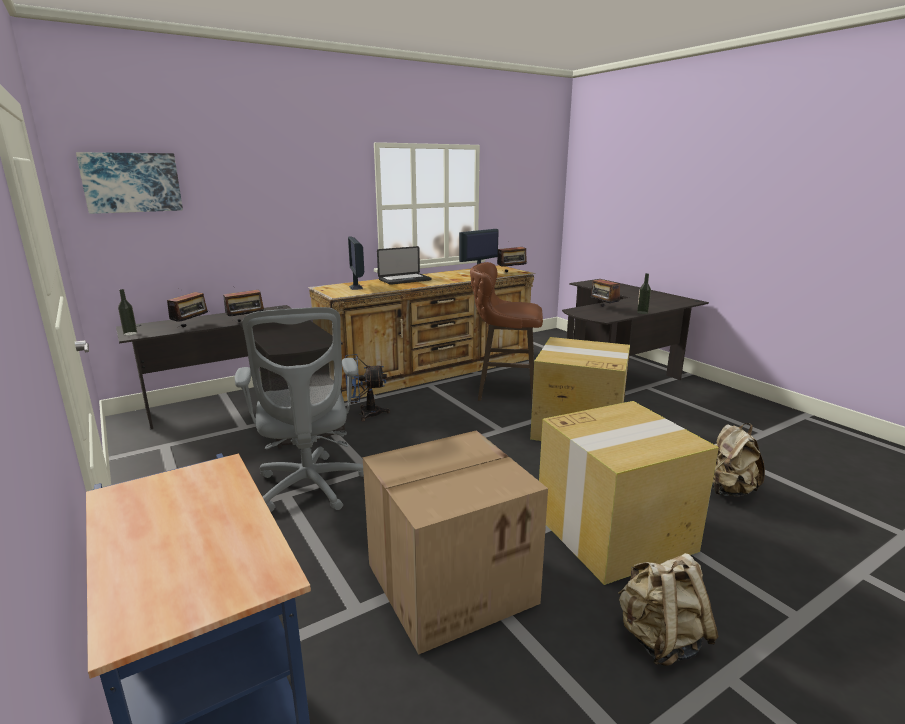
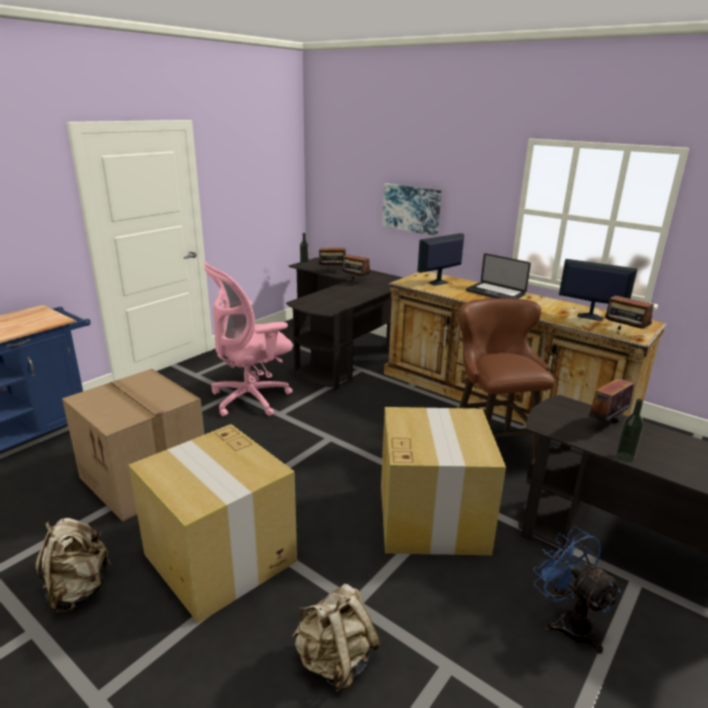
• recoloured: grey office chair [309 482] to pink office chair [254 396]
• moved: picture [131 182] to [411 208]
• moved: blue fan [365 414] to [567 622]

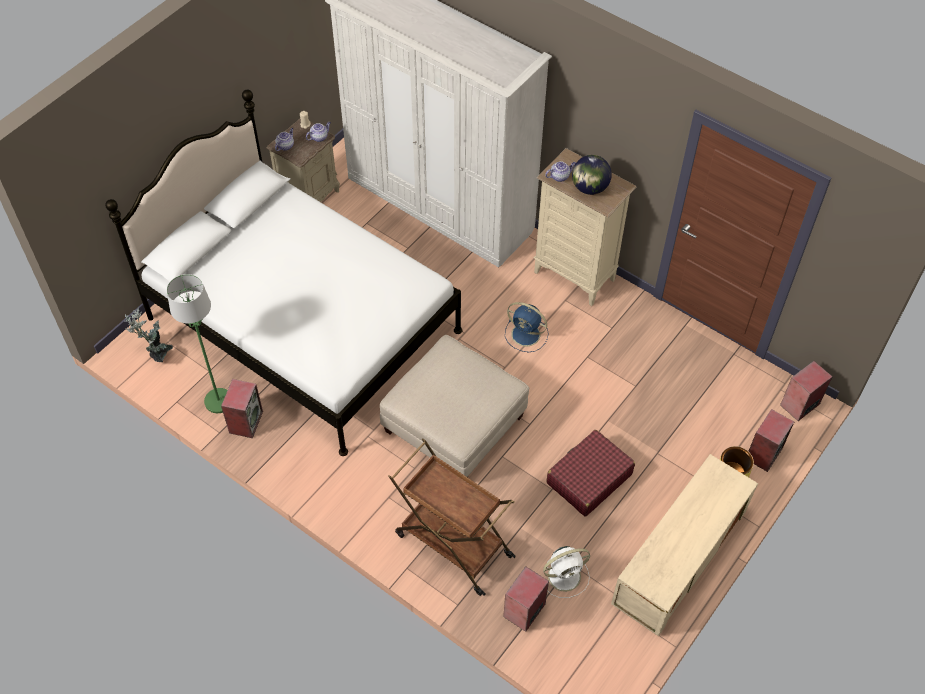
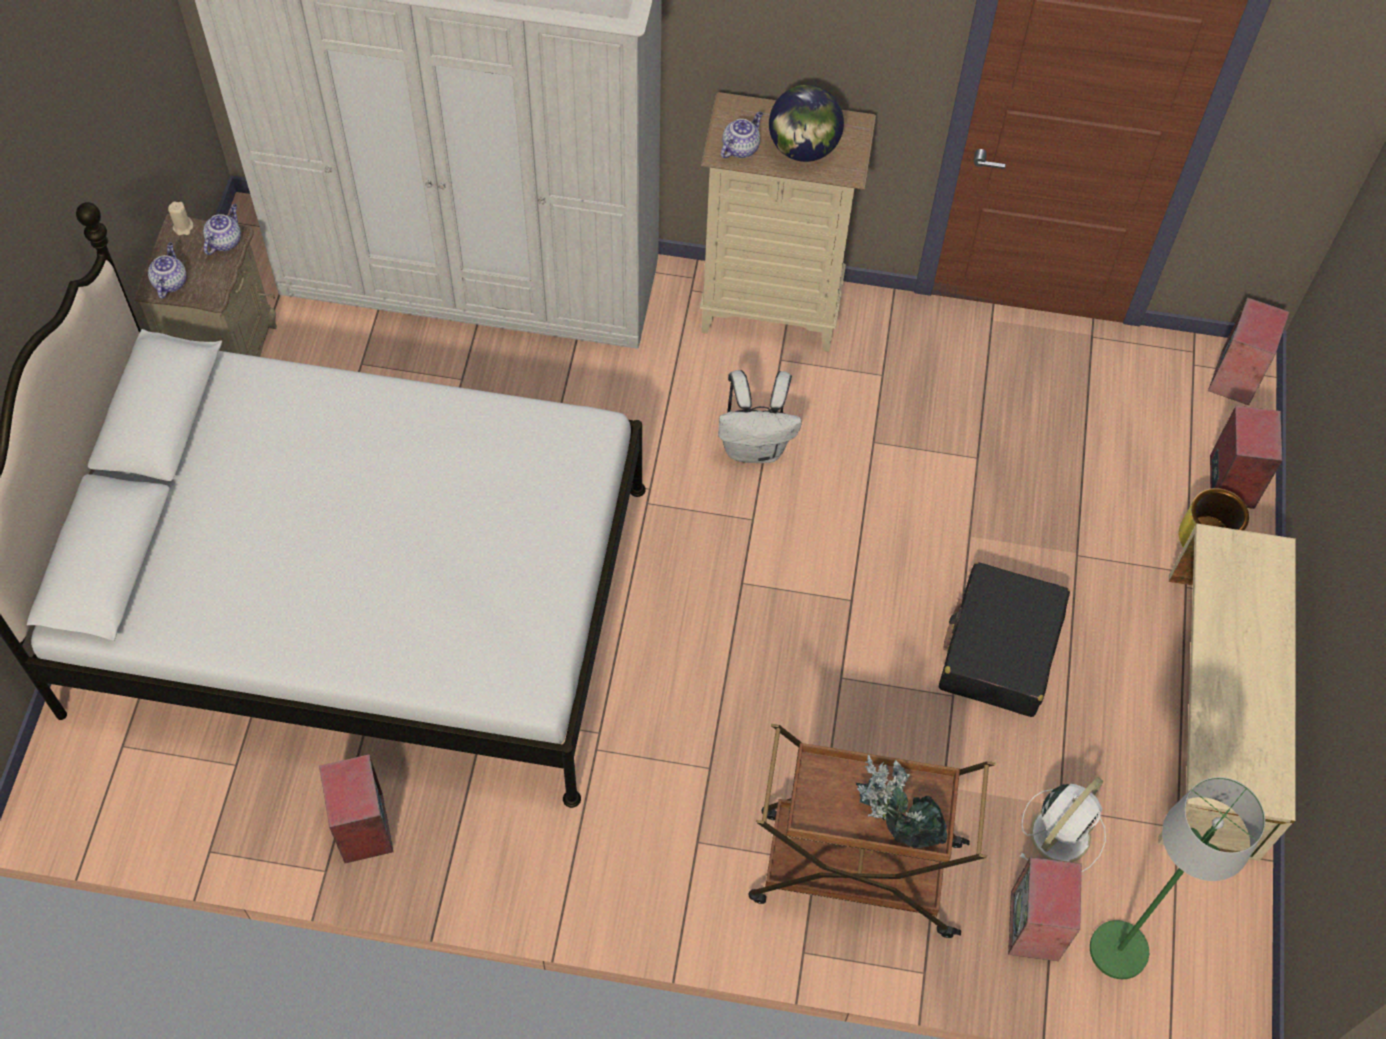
• replaced: blue fan [527 335] to white backpack [755 447]
• moved: potted plant [157 353] to [890 826]
• recoloured: red suitcase [588 479] to black suitcase [999 649]
• moved: green floor lamp [219 401] to [1119 951]
• removed: beige ottoman [454 423]

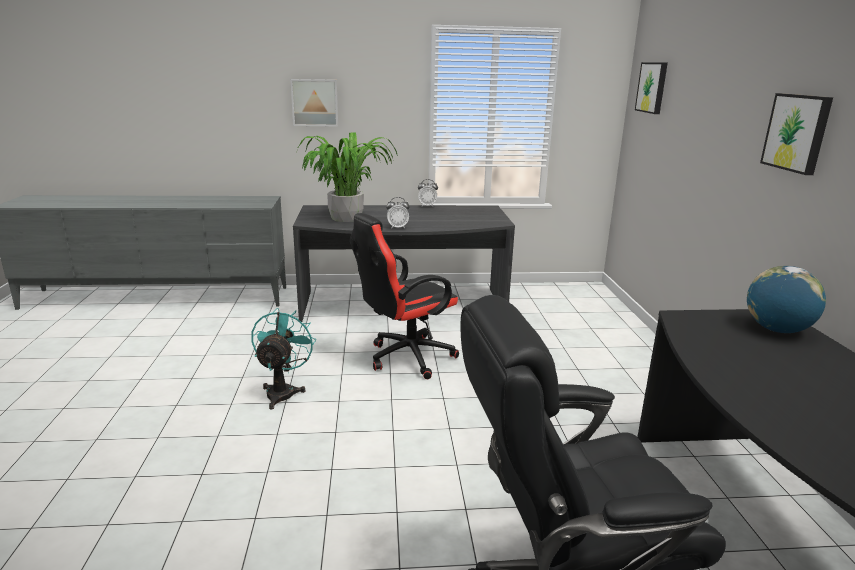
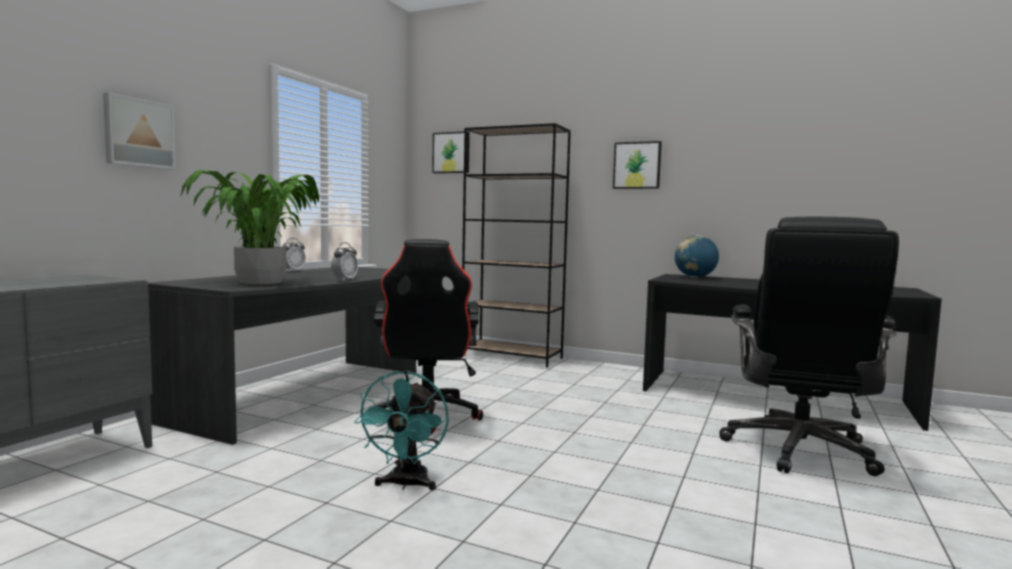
• turned: turquoise fan [283 391] = [406 484] 120 degrees counterclockwise
• added: beige bookcase [512 357]

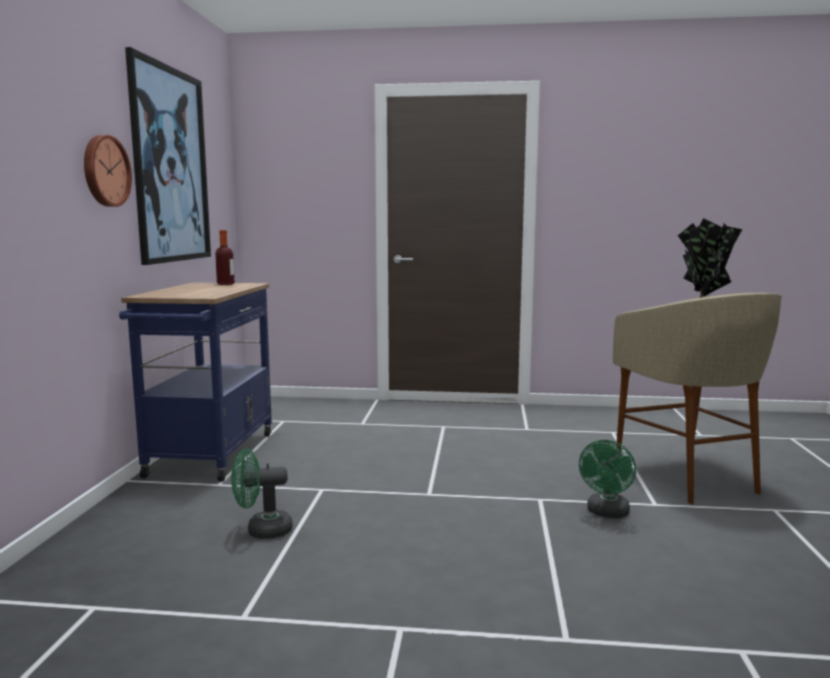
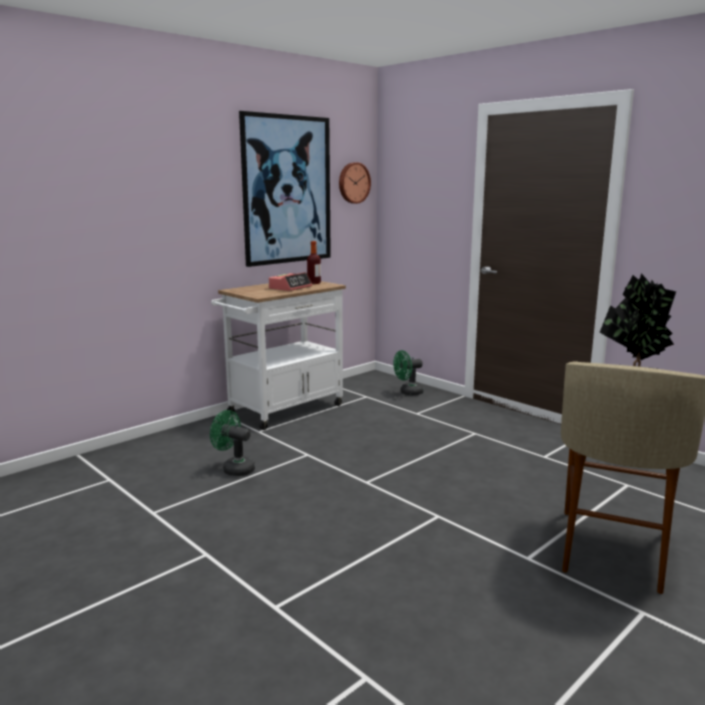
• recoloured: blue cart [209 456] to white cart [283 410]
• added: alarm clock [290 287]
• moved: wall clock [104 171] to [353 183]
• moved: green fan [607 513] to [408 392]

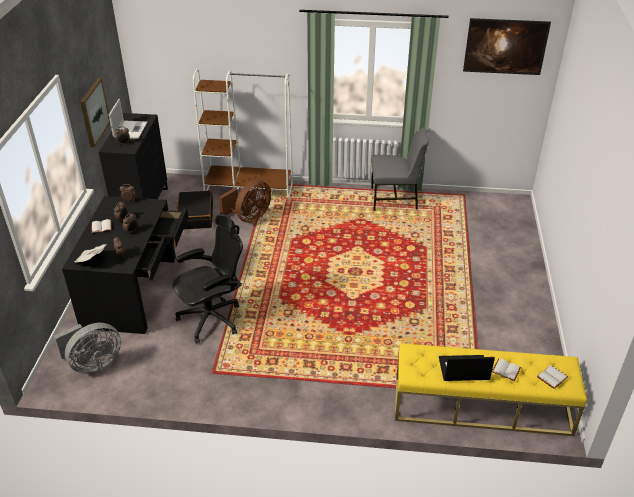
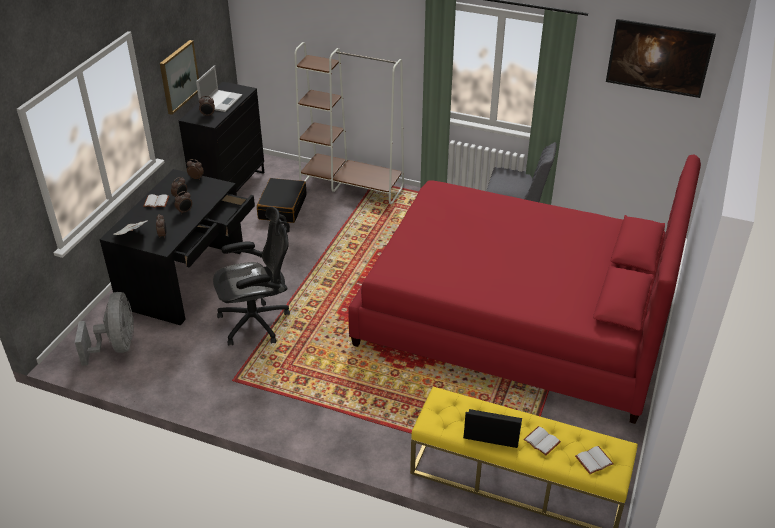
• turned: grey fan [93 363] = [117 346] 75 degrees counterclockwise
• added: red bed [514 319]
• removed: brown fan [249 217]

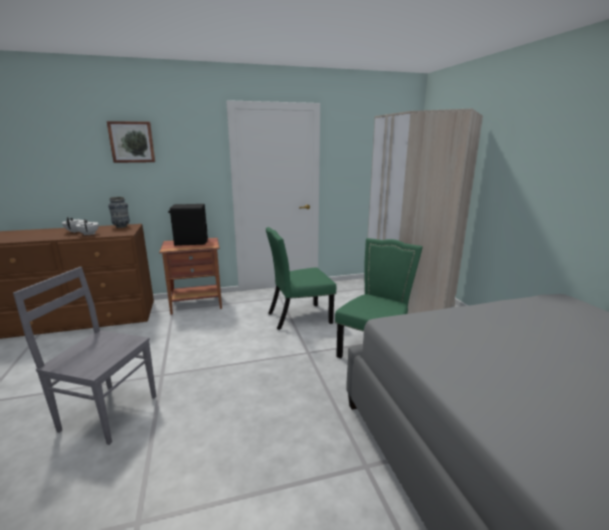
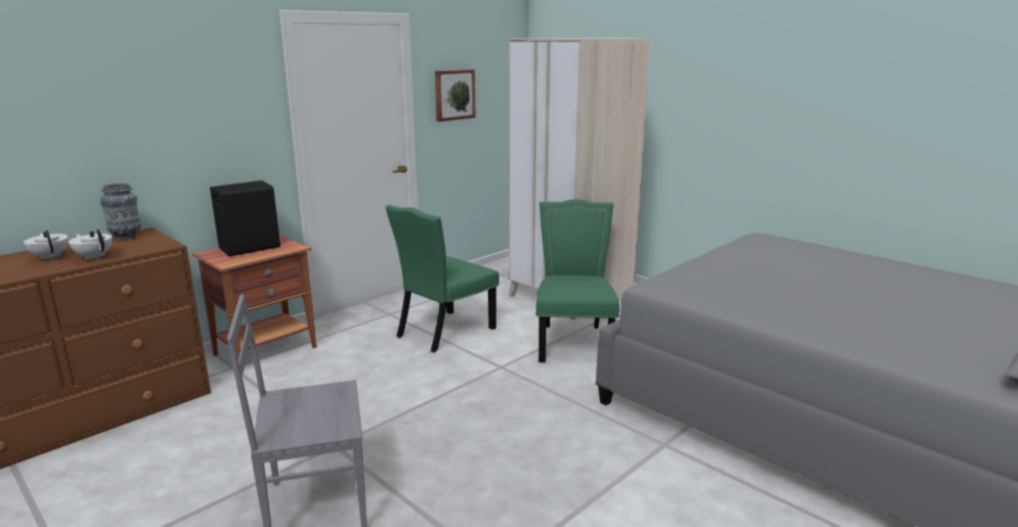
• moved: picture [132 142] to [454 94]

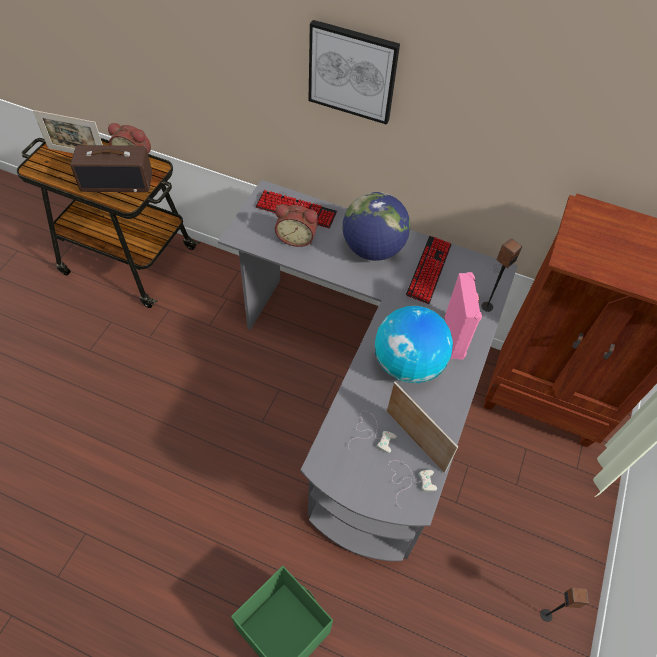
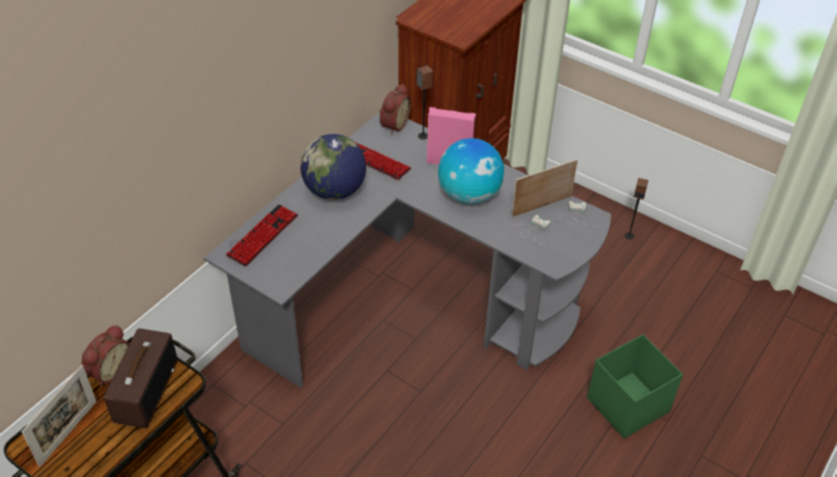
• moved: alarm clock [297 237] to [393 124]
• removed: picture [352 72]

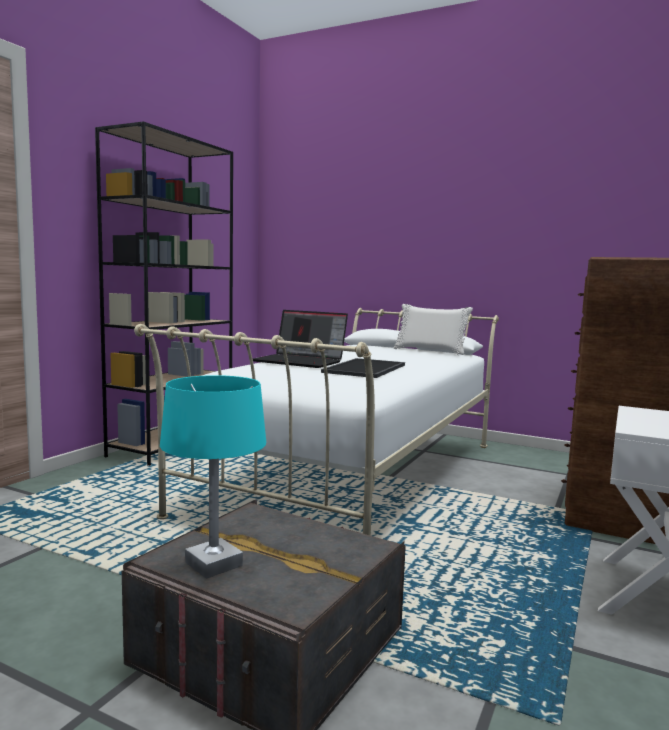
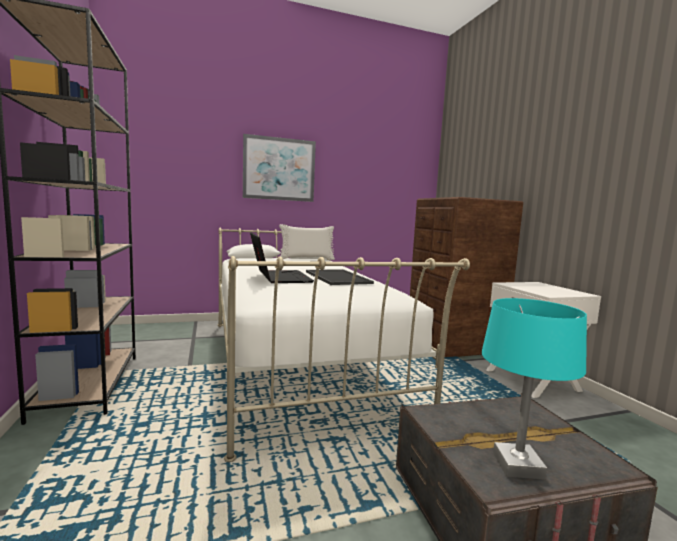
• added: picture [279 169]
• turned: laptop [301 361] = [278 277] 90 degrees counterclockwise

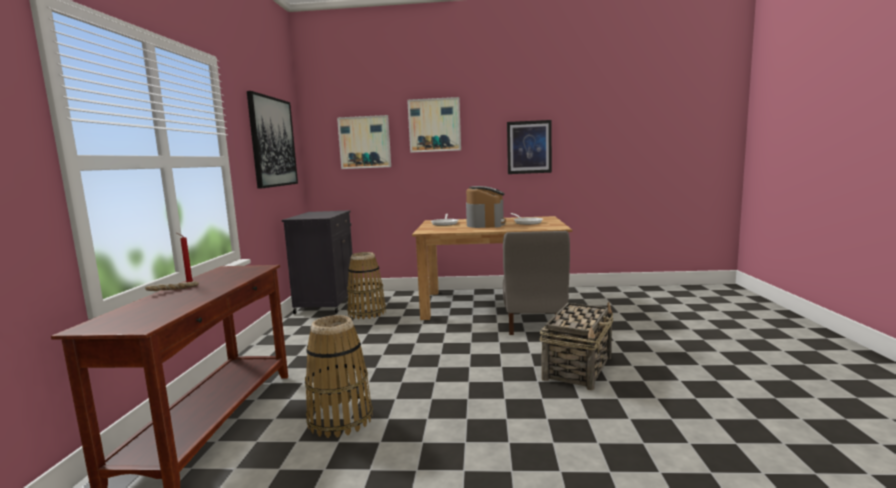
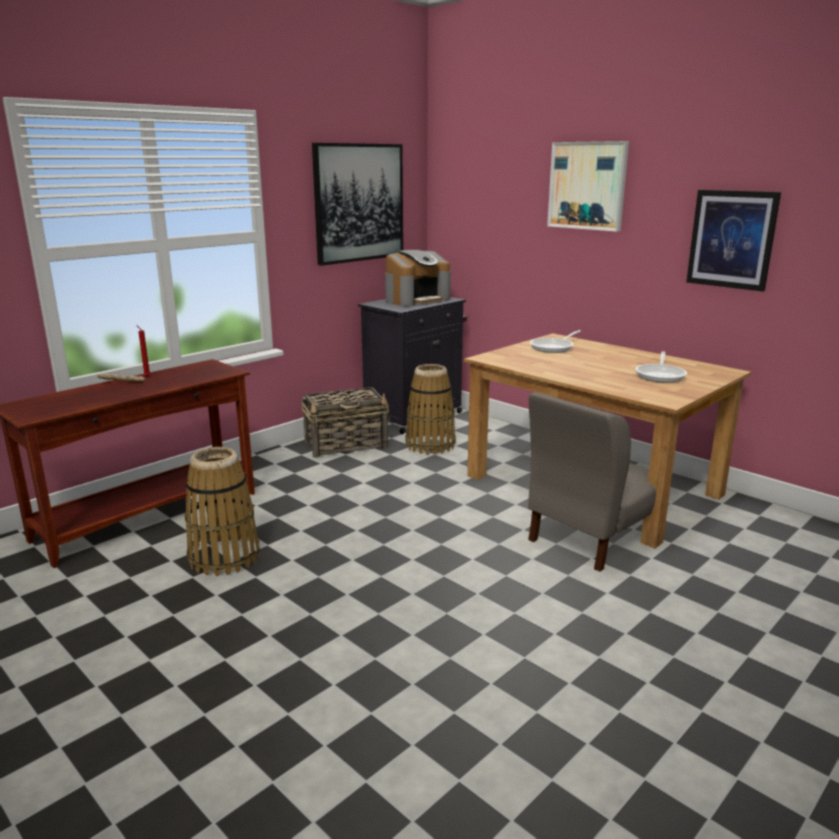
• moved: basket [578 367] to [347 445]
• moved: coffee machine [486 224] to [416 300]
• removed: picture [364 142]

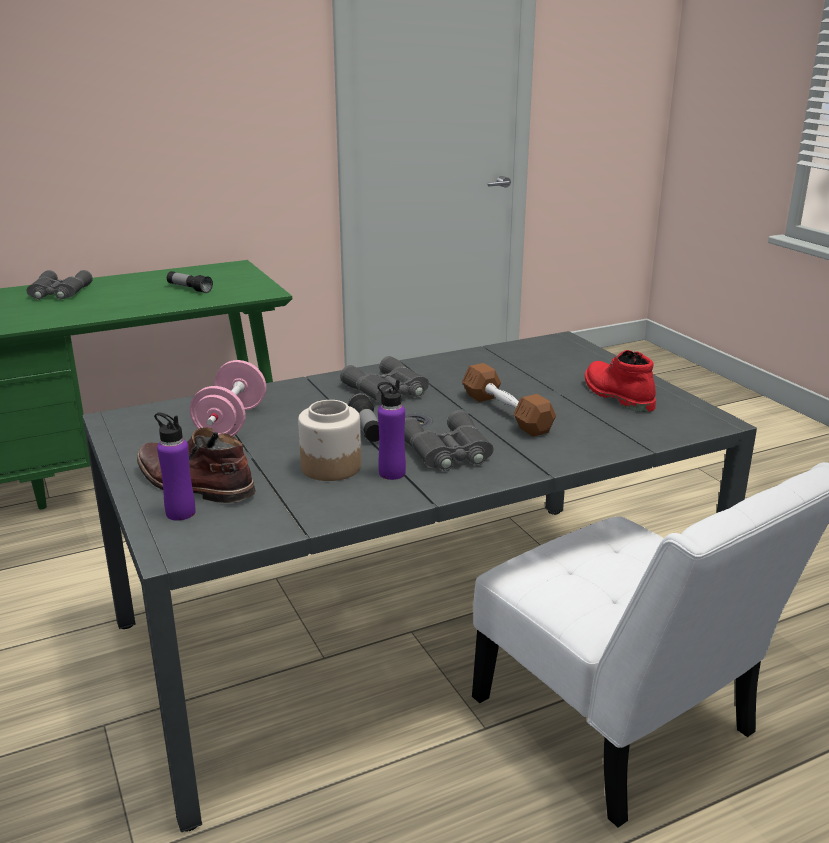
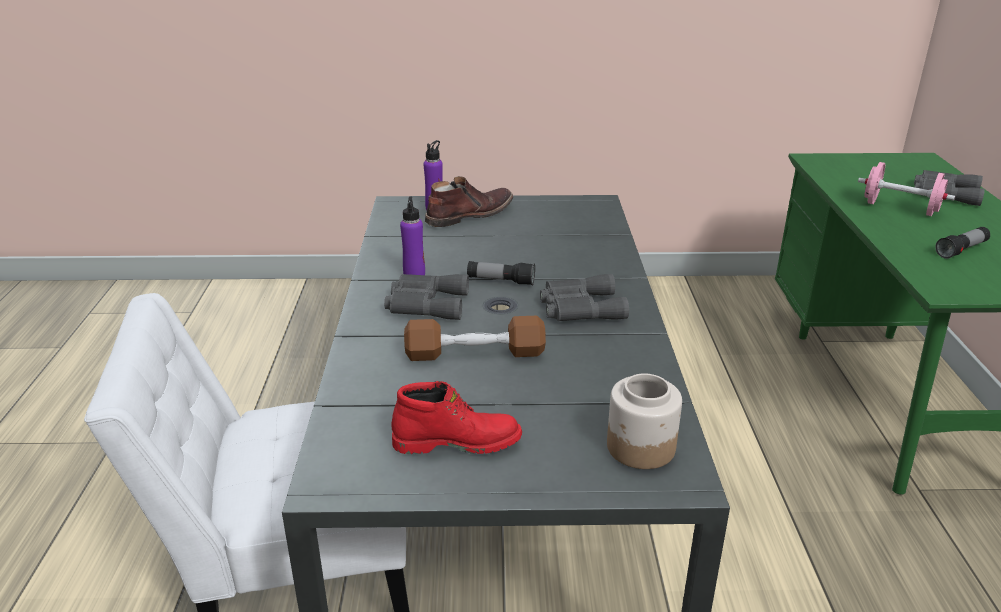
• moved: jar [332 467] to [641 448]
• moved: pink dumbbell [231 423] to [900 208]

